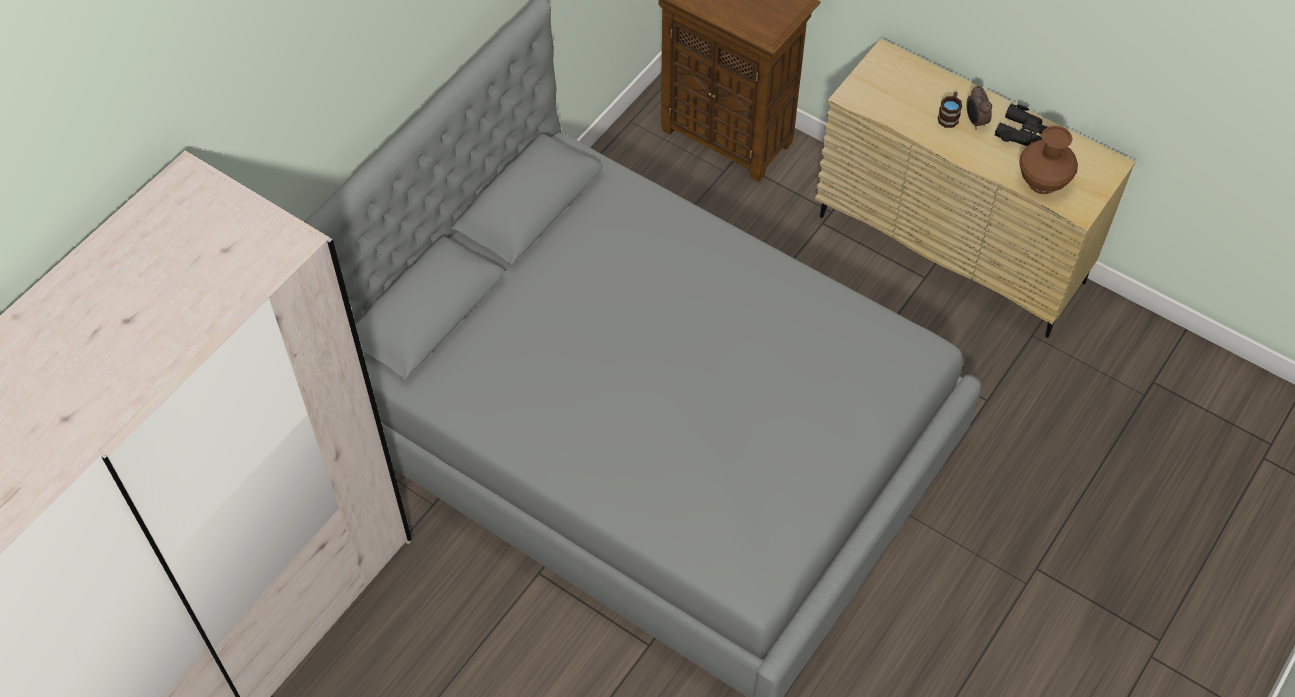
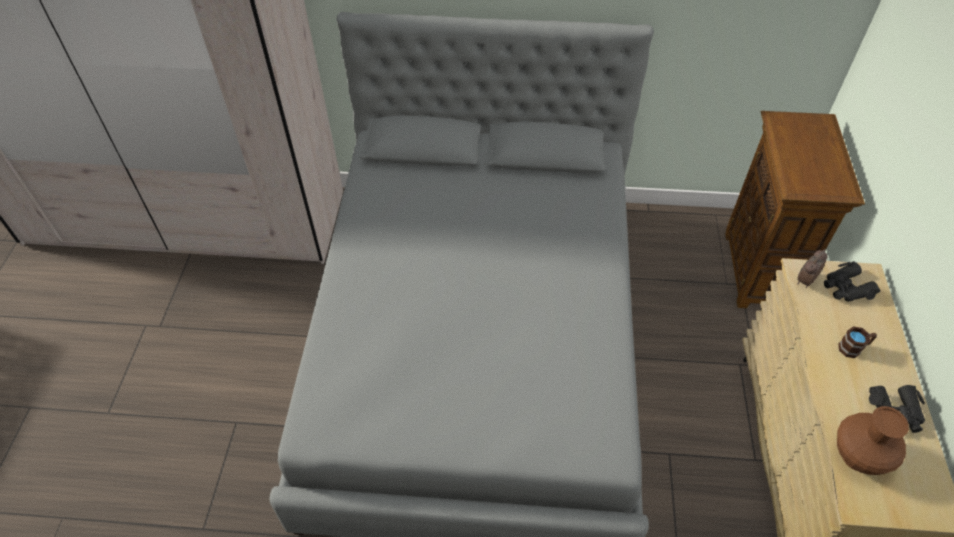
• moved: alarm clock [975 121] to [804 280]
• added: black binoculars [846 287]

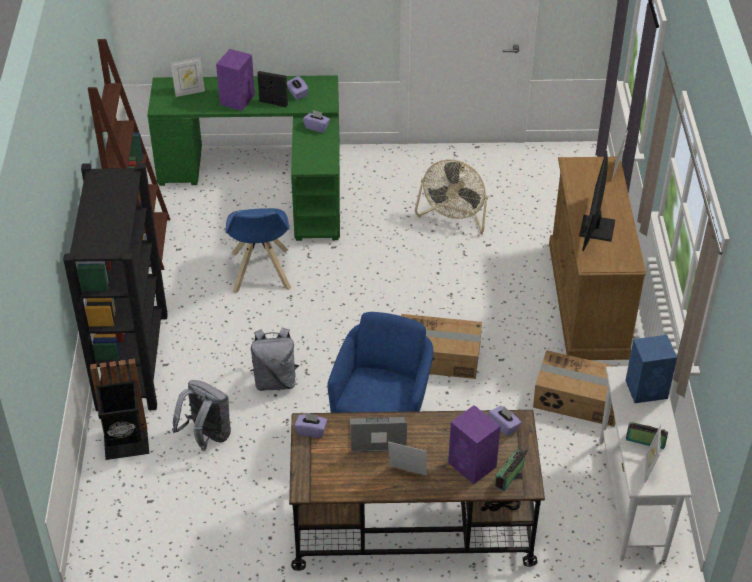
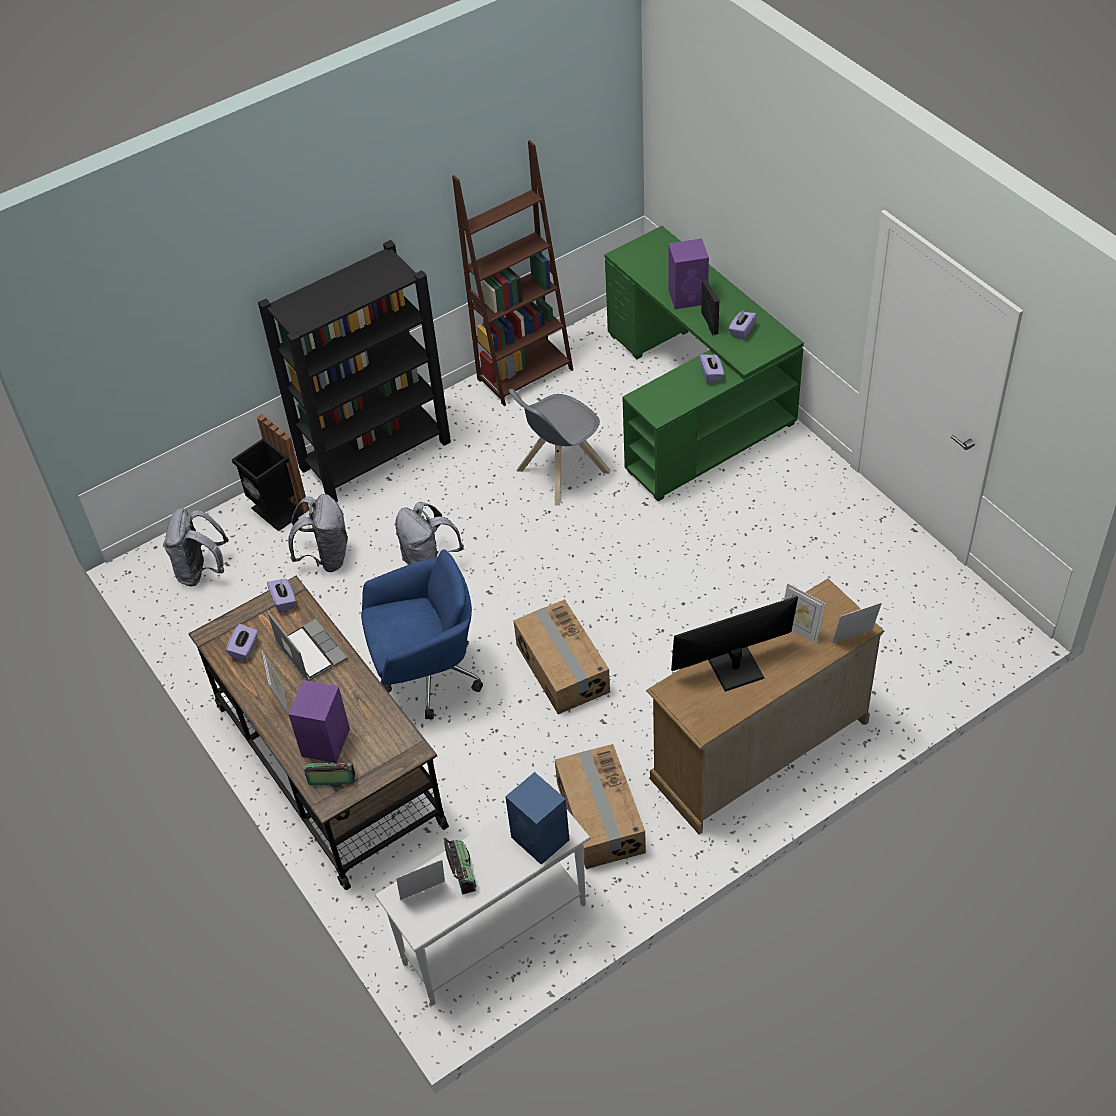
• added: grey backpack [201 571]
• moved: purple tissue box [504 426] to [245 649]
• recoloured: blue chair [260 272] to grey chair [560 472]
• moved: picture frame [189 92] to [800 630]
• removed: beige fan [452 216]

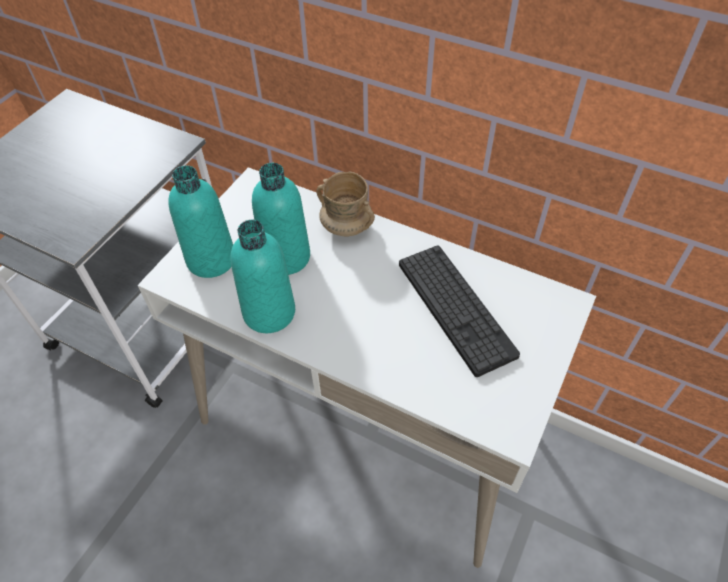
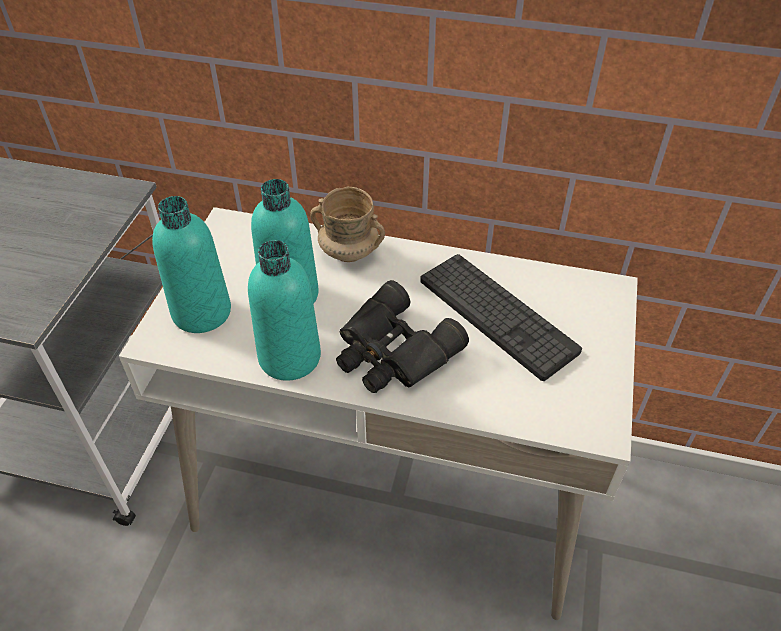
• added: black binoculars [392 352]

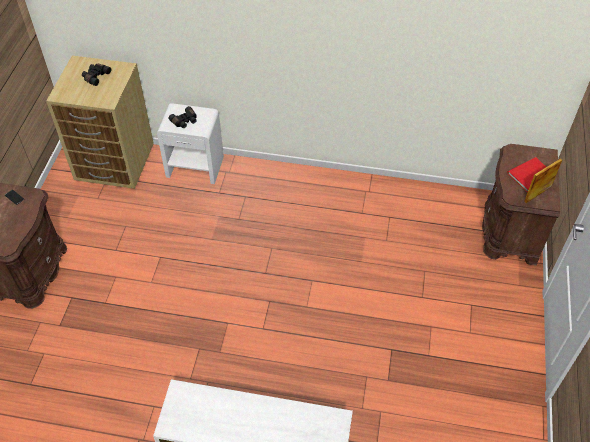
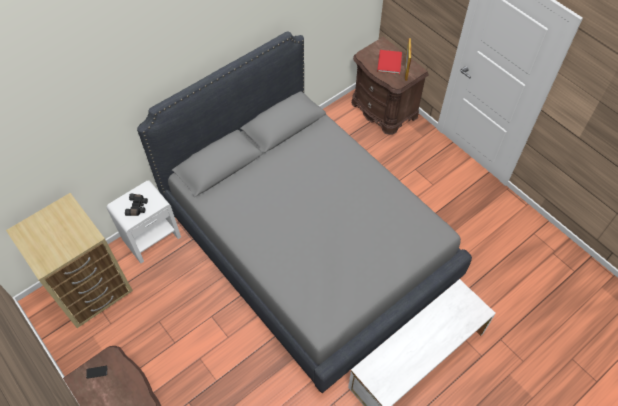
• added: grey bed [309 245]
• removed: black binoculars [95 77]

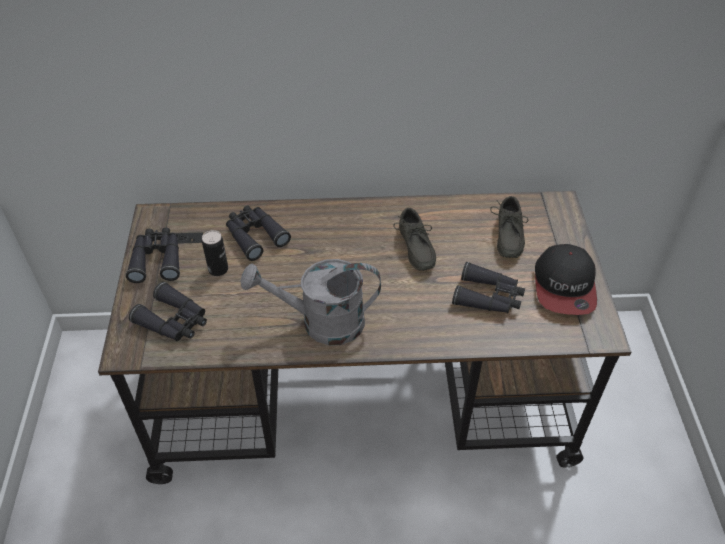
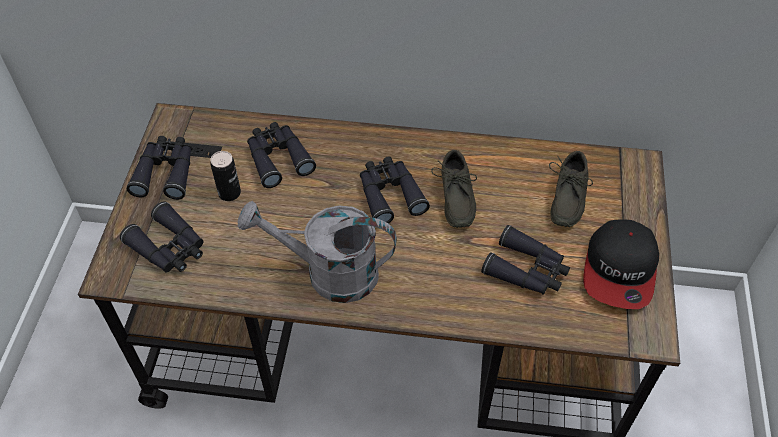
• added: black binoculars [389 194]

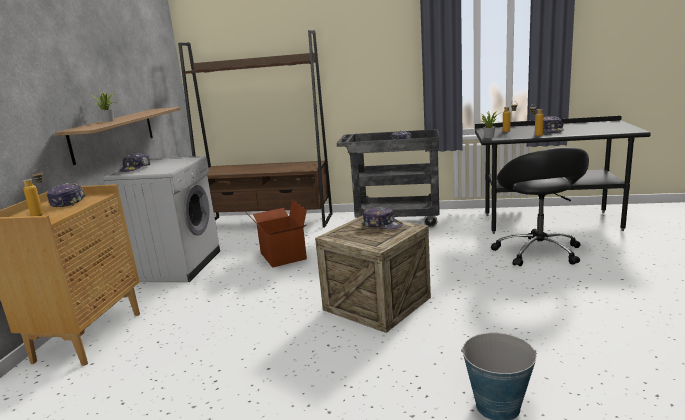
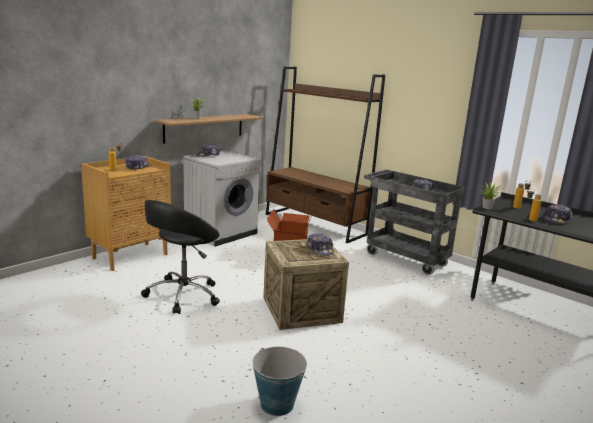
• moved: black office chair [539 253] to [182 296]

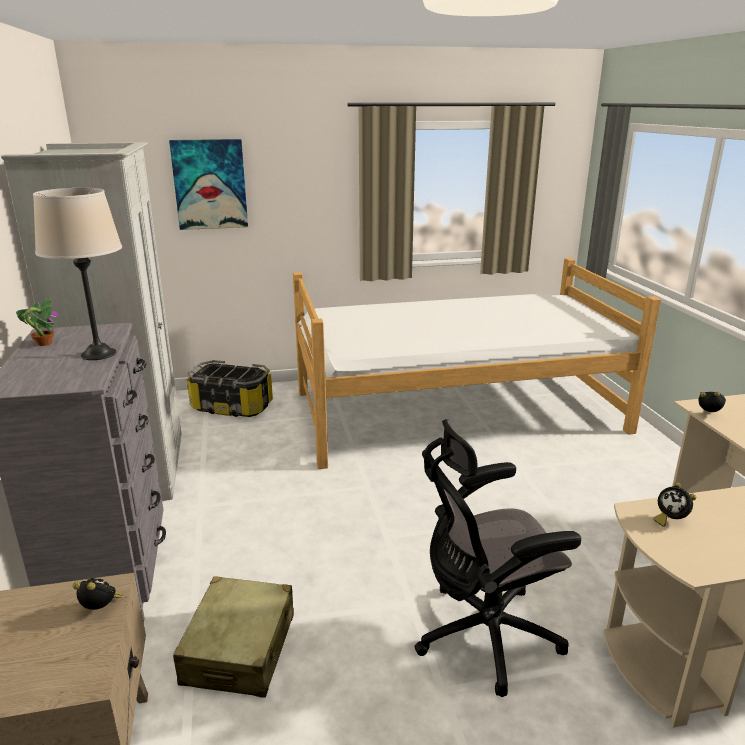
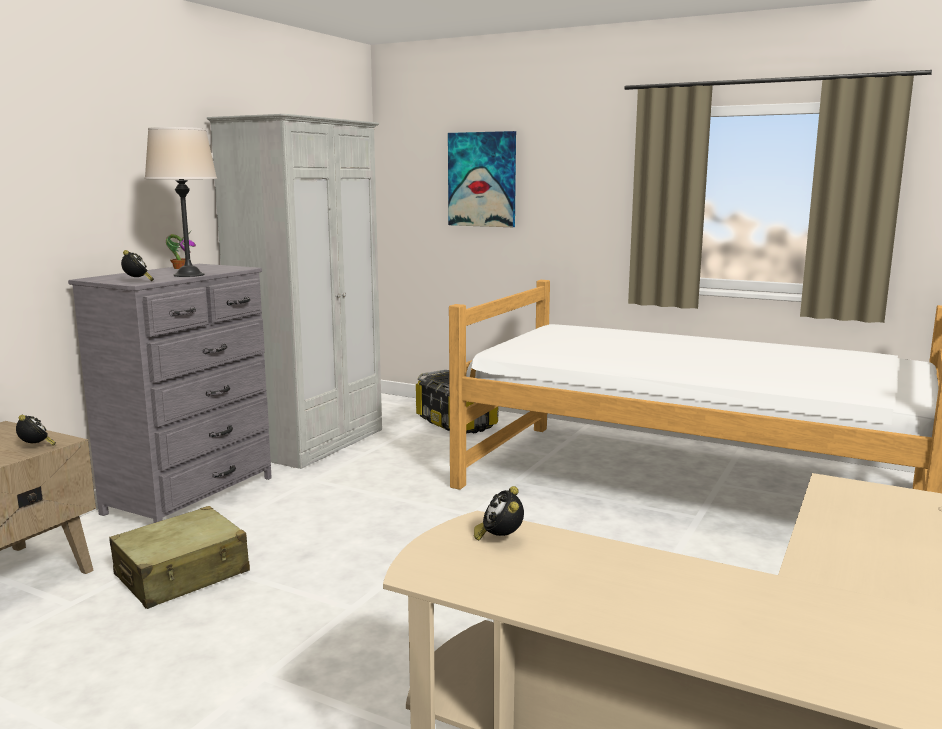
• moved: alarm clock [709 414] to [137 281]
• removed: office chair [486 636]

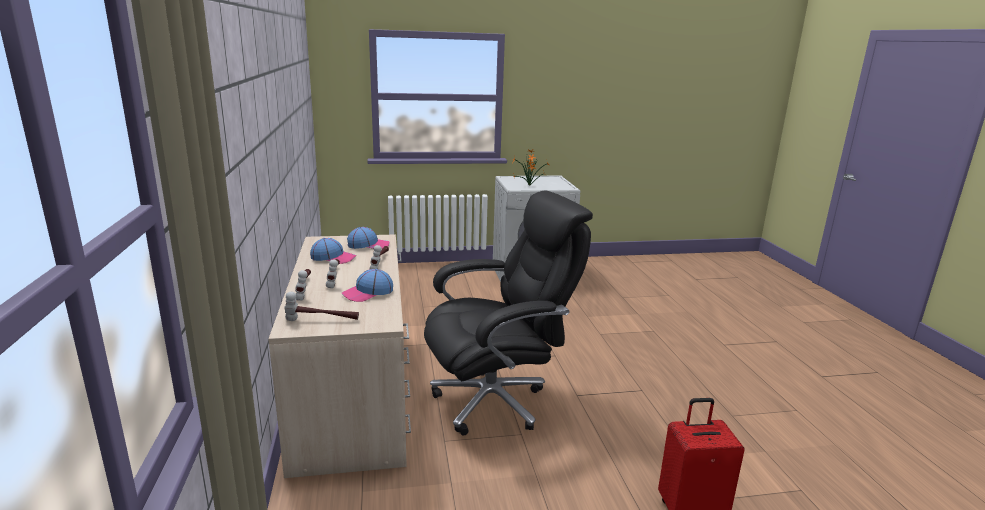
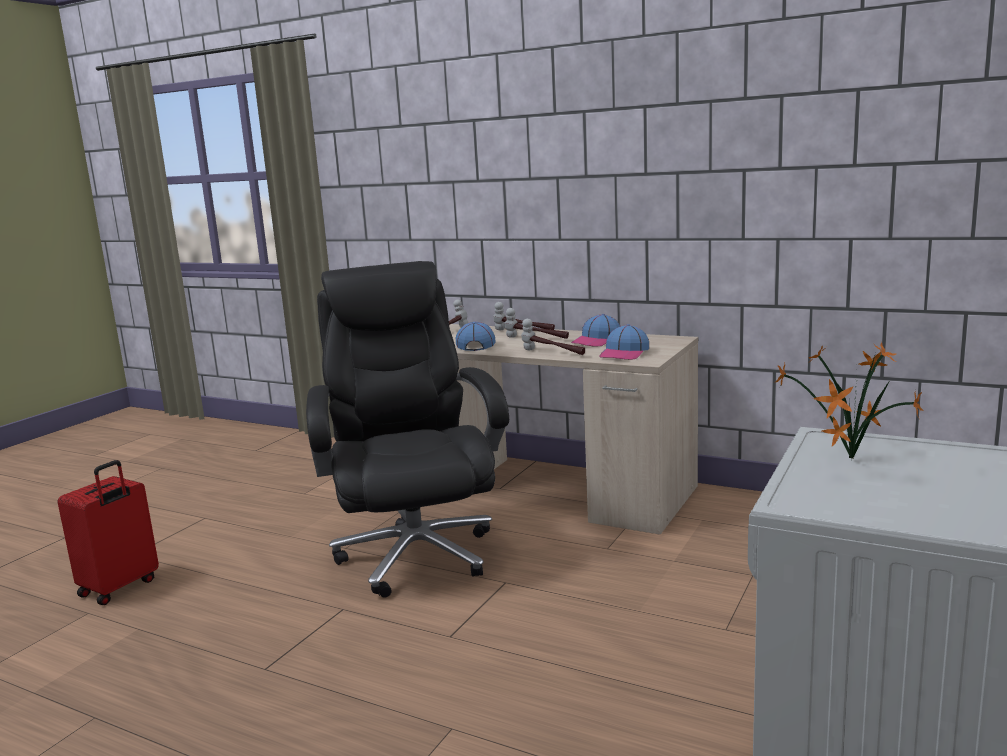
• turned: black office chair [497 401] = [415 553] 150 degrees clockwise

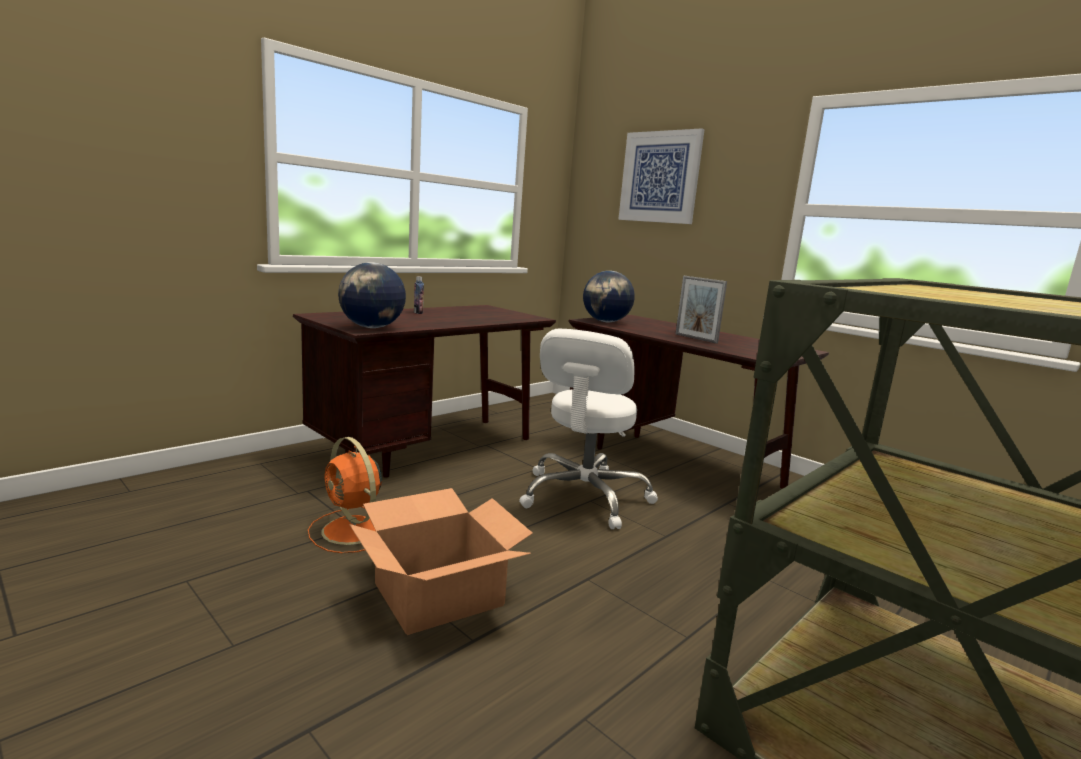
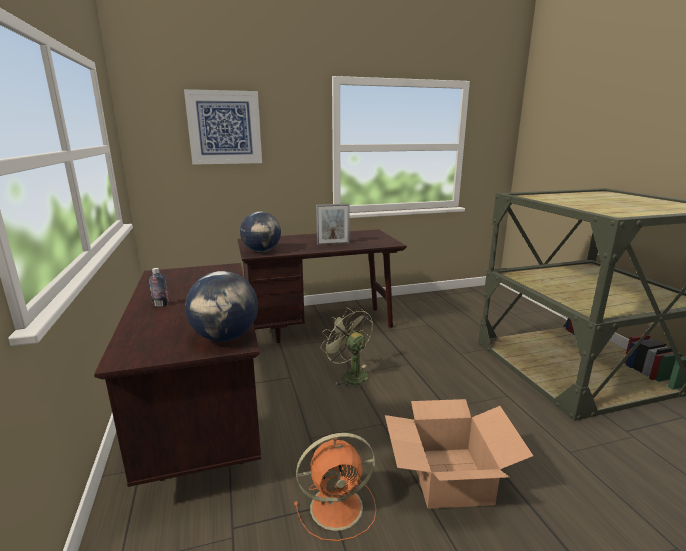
• replaced: white office chair [583 499] to green fan [349 375]

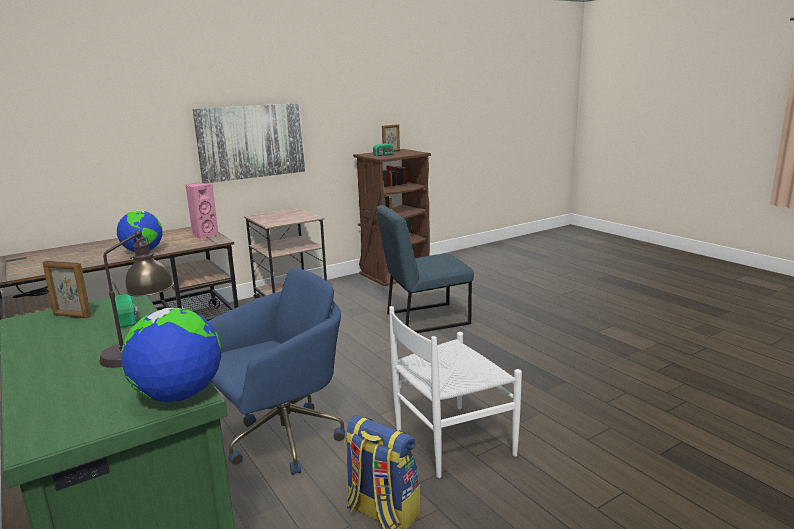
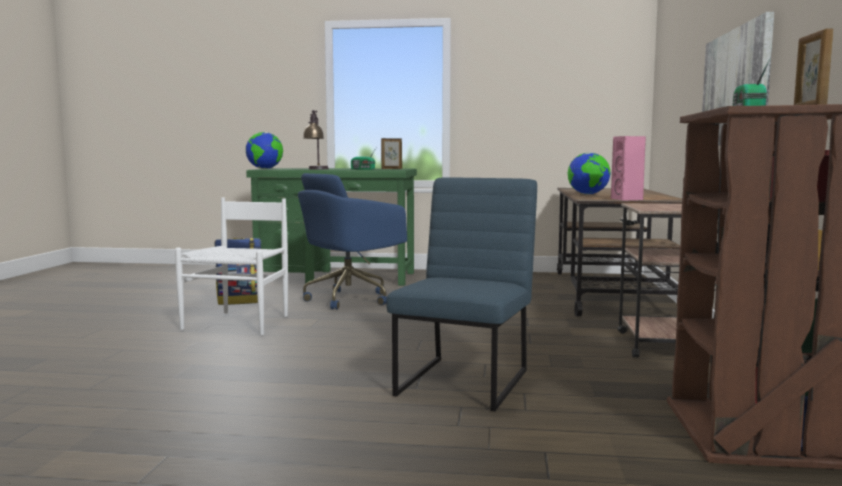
• turned: blue office chair [281 443] = [352 299] 45 degrees clockwise

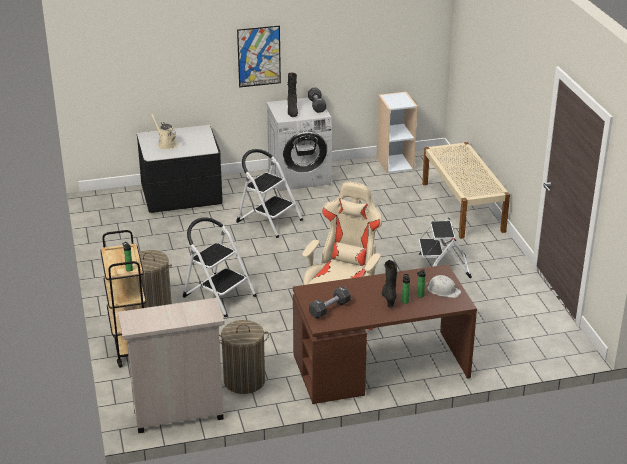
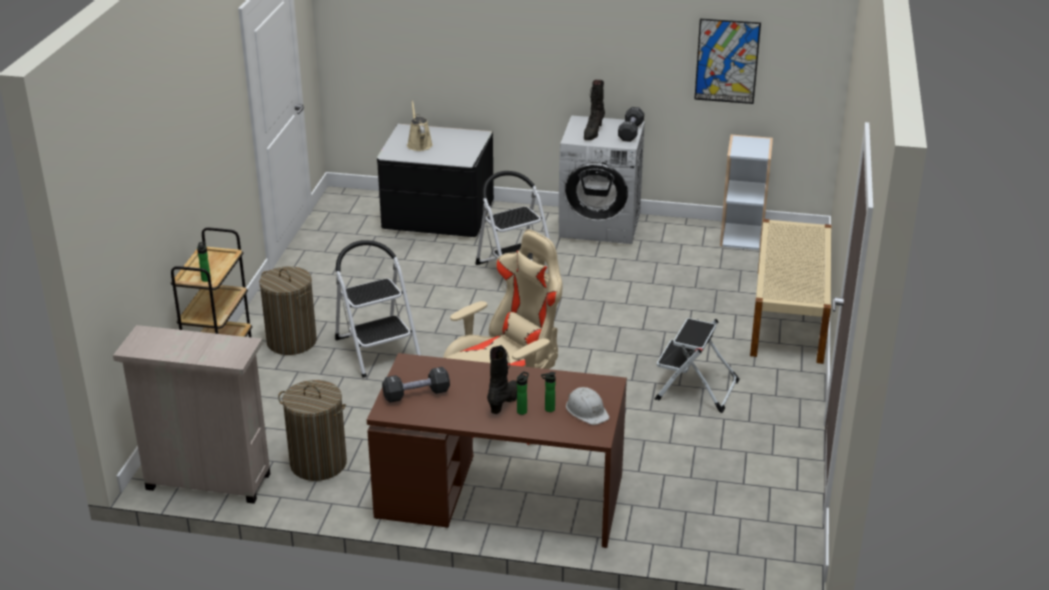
• moved: picture [259 56] to [727 61]

